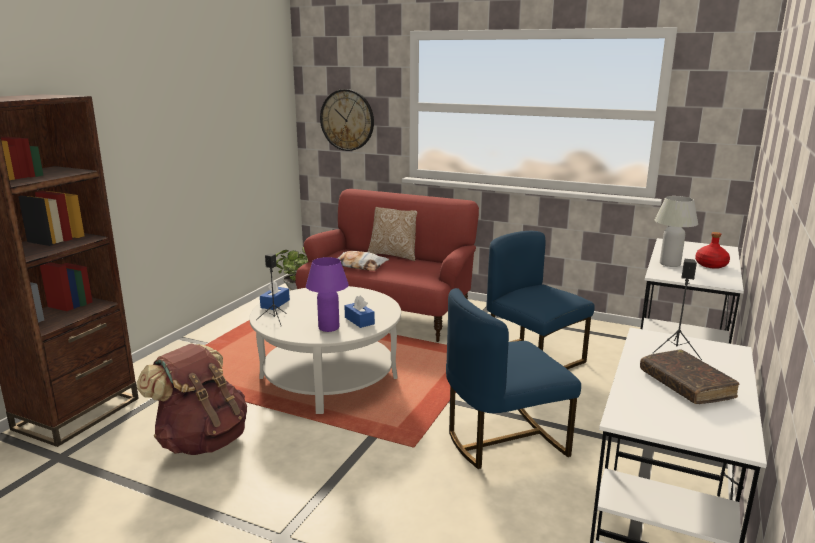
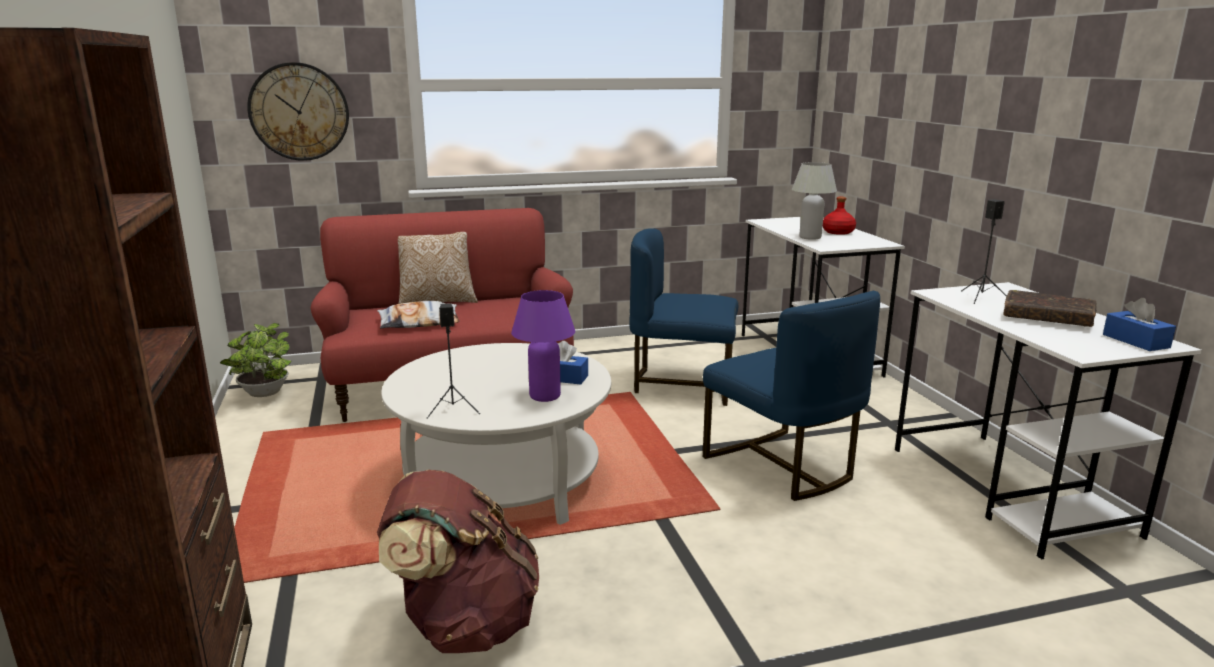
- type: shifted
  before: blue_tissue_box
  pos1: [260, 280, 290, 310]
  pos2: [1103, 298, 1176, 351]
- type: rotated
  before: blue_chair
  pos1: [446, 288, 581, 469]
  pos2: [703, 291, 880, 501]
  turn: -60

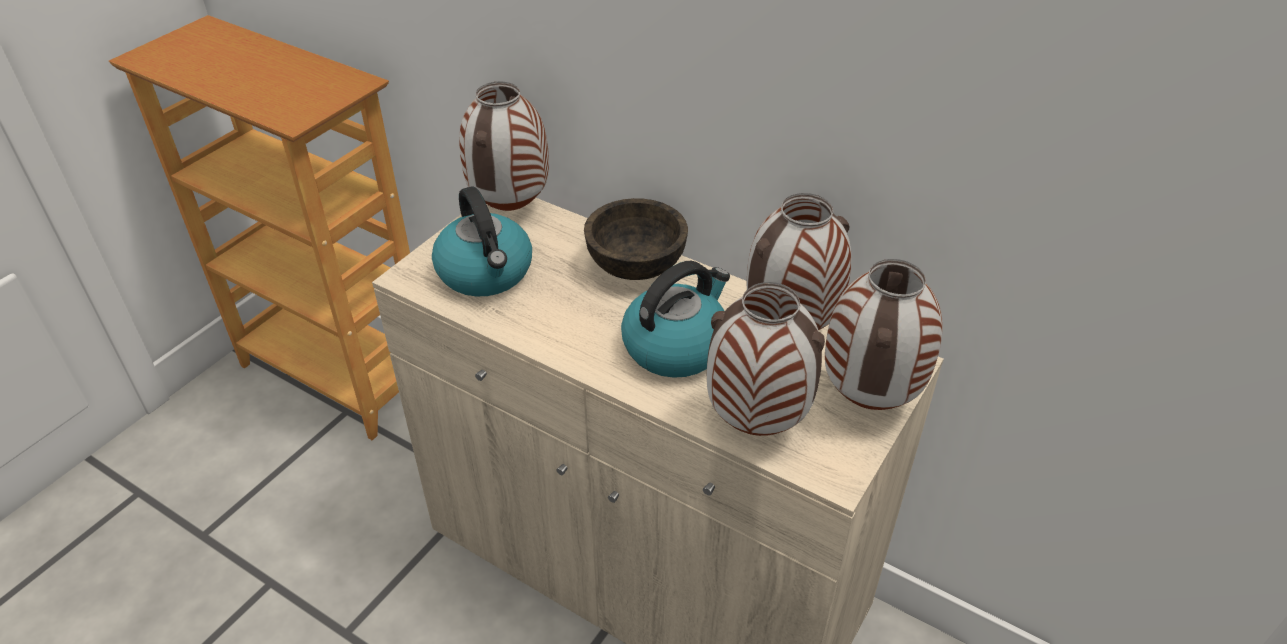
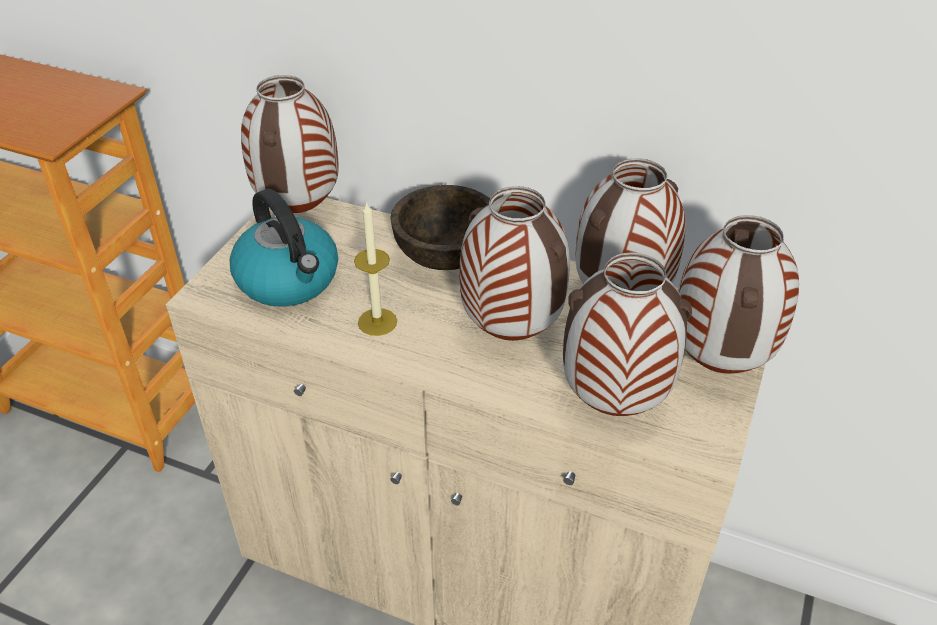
- type: swapped
  before: kettle
  after: vase
  pos1: [621, 261, 730, 378]
  pos2: [459, 186, 570, 341]
- type: new
  after: candle
  pos2: [354, 201, 397, 336]

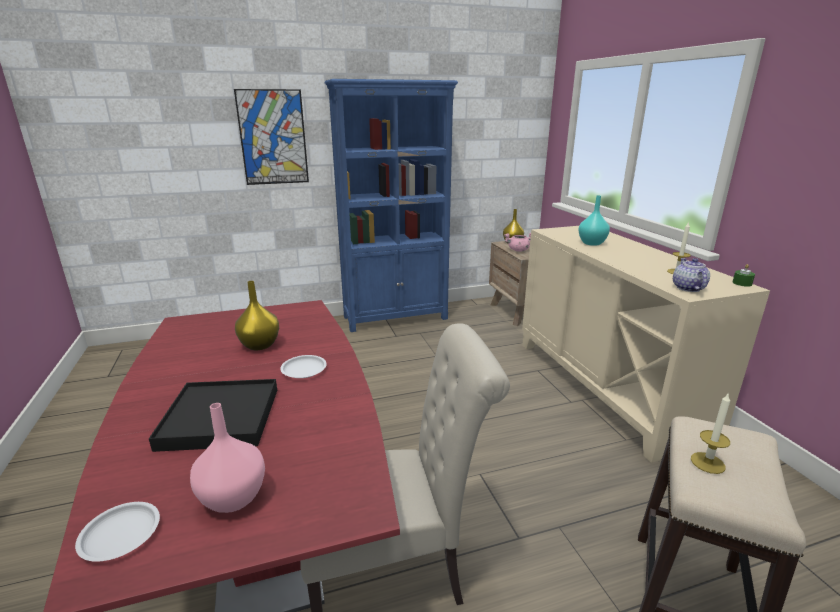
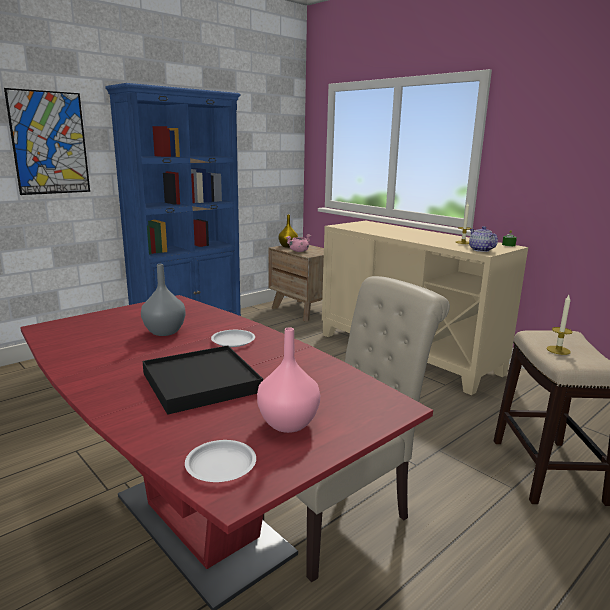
- type: repainted
  before: yellow_vase
  after: grey_vase
  pos1: [235, 281, 279, 350]
  pos2: [141, 264, 185, 336]
- type: gone
  before: turquoise_vase
  pos1: [578, 195, 610, 246]

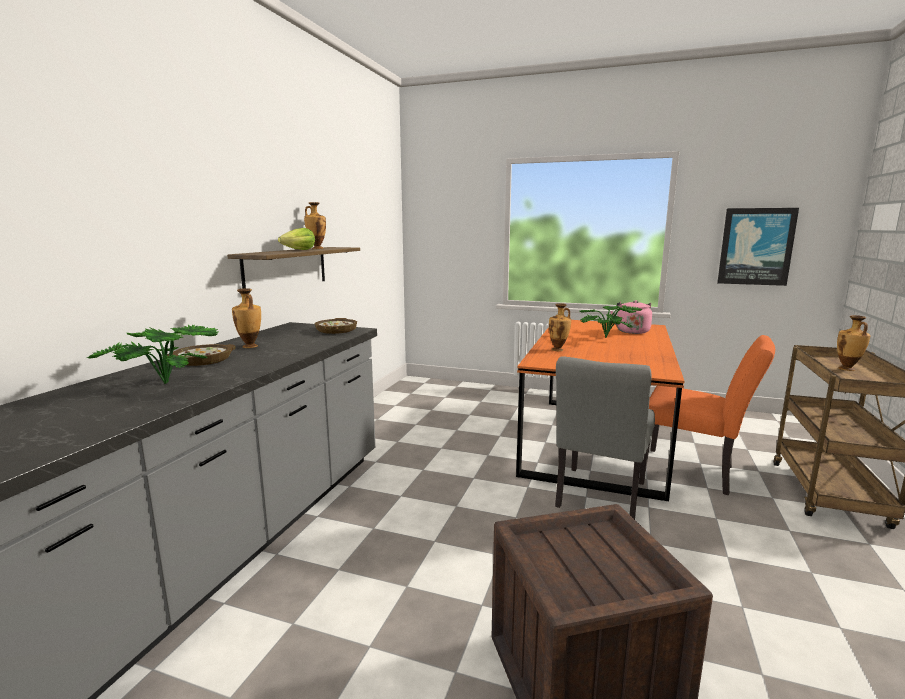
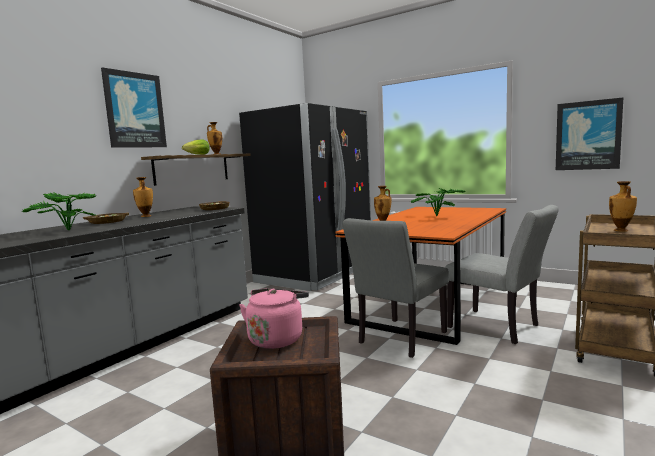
- type: shifted
  before: pink_kettle
  pos1: [610, 300, 652, 334]
  pos2: [239, 288, 309, 349]
- type: repainted
  before: orange_chair
  after: grey_chair
  pos1: [646, 335, 775, 495]
  pos2: [445, 205, 559, 344]
- type: new
  after: picture
  pos2: [101, 67, 167, 148]
- type: new
  after: black_fridge
  pos2: [239, 103, 371, 291]

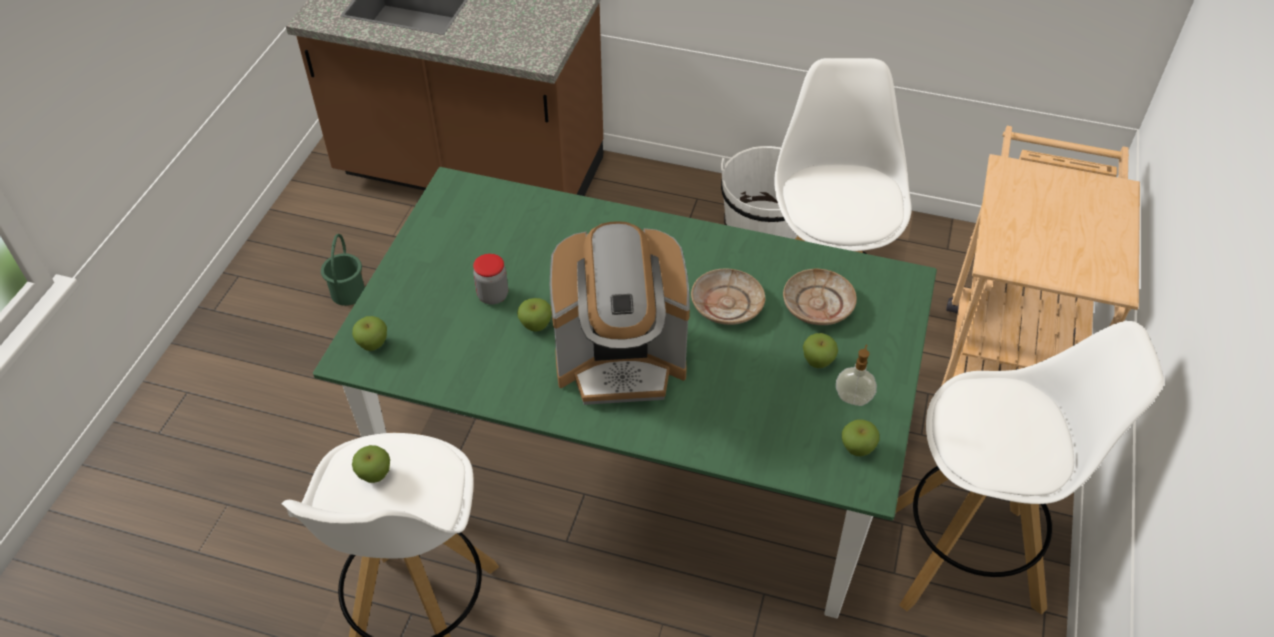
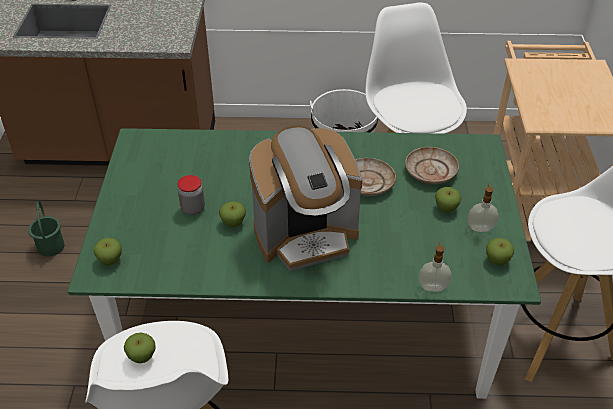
- type: new
  after: soap_dispenser
  pos2: [419, 242, 452, 292]

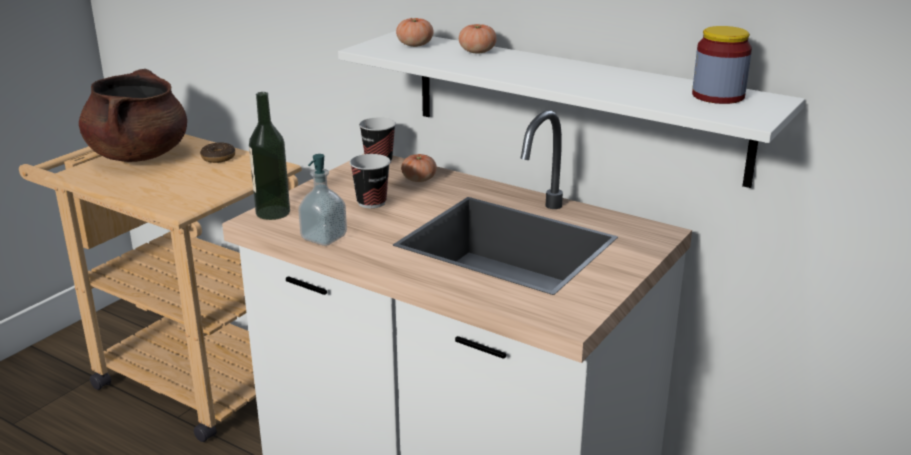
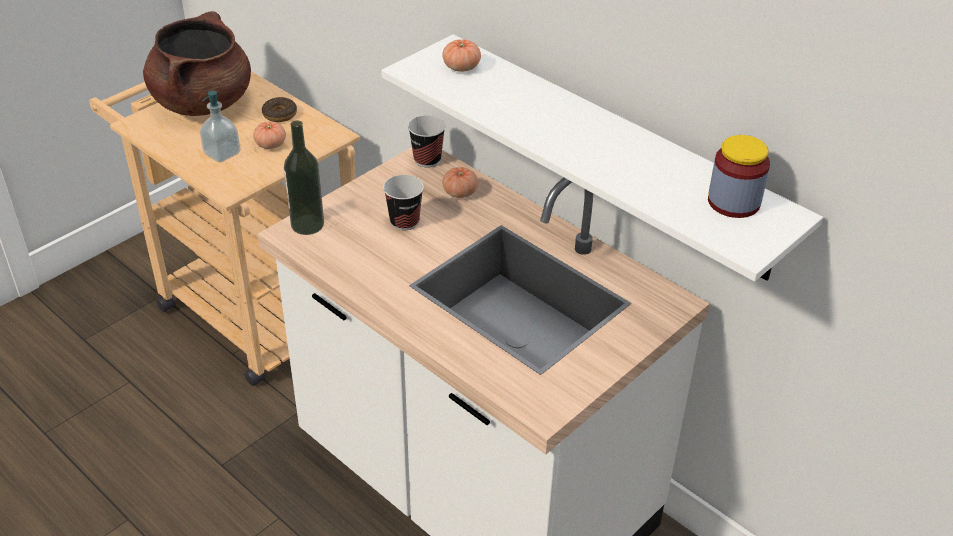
- type: shifted
  before: soap_dispenser
  pos1: [298, 154, 347, 246]
  pos2: [200, 90, 240, 162]
- type: shifted
  before: tomato
  pos1: [459, 24, 497, 53]
  pos2: [253, 121, 286, 149]

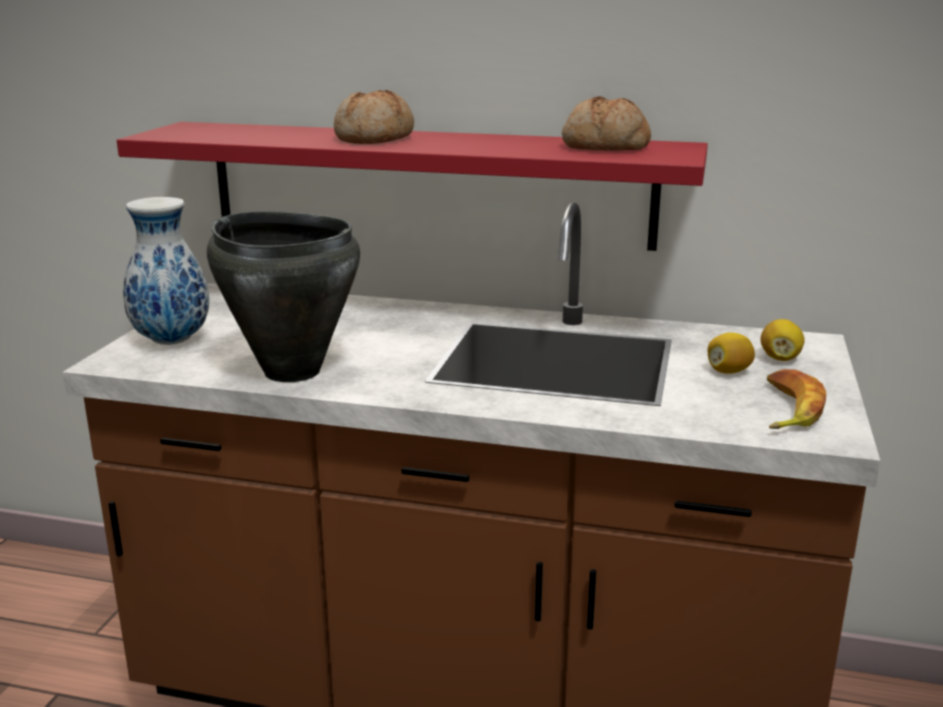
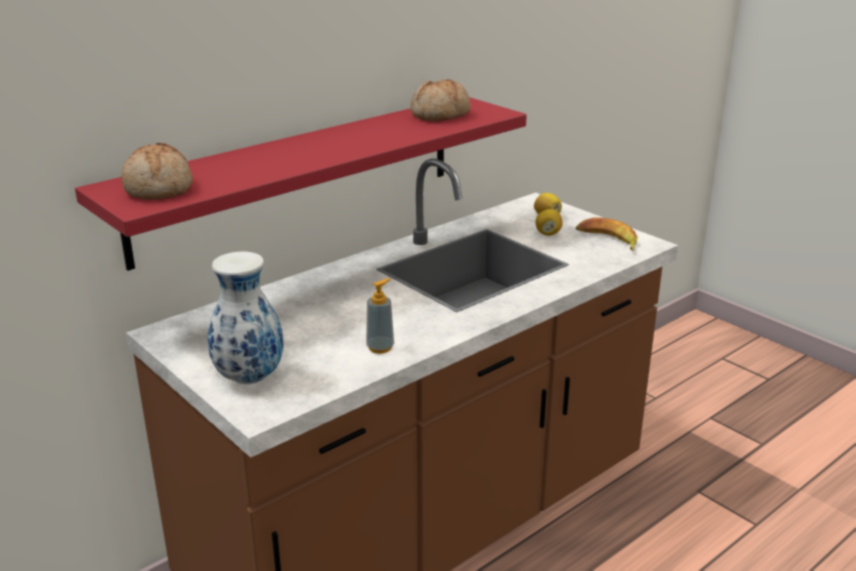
- type: swapped
  before: black_cooking_pot
  after: soap_dispenser
  pos1: [207, 212, 360, 382]
  pos2: [366, 278, 394, 354]
- type: shifted
  before: bread
  pos1: [334, 90, 414, 144]
  pos2: [121, 143, 193, 200]

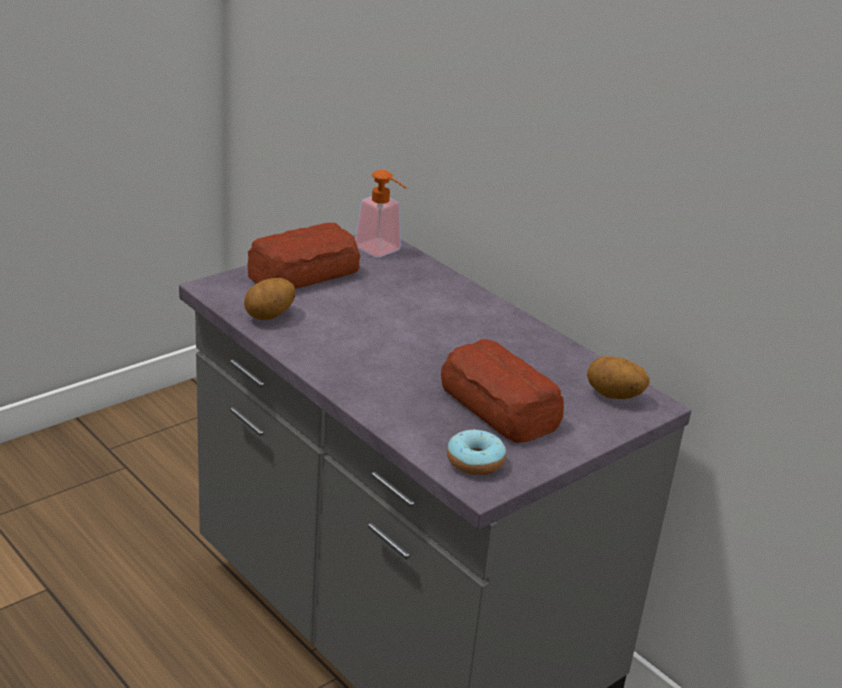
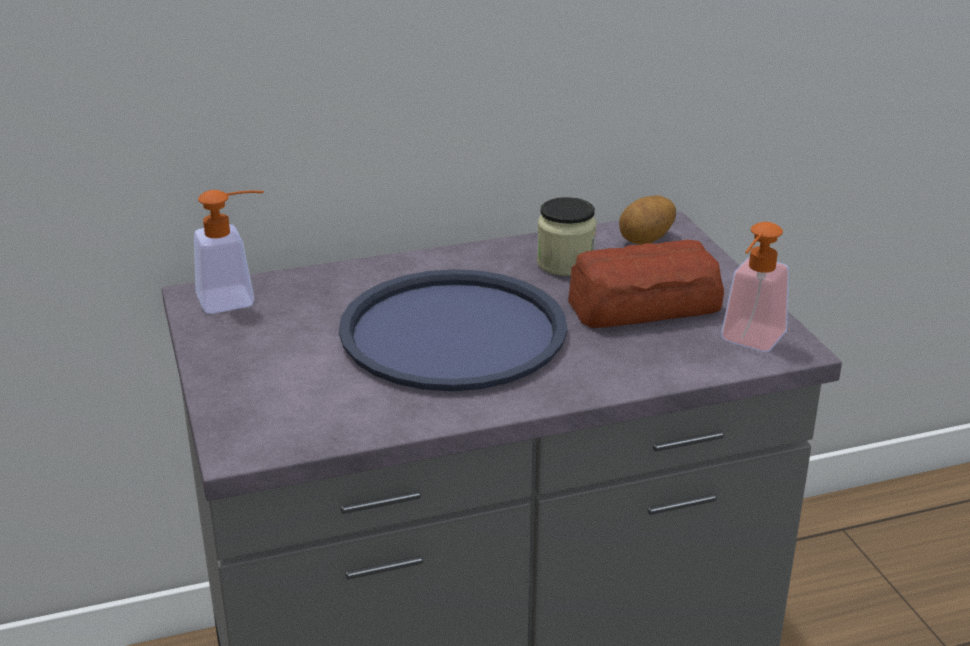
- type: gone
  before: potato
  pos1: [244, 278, 296, 320]
- type: gone
  before: bread
  pos1: [248, 223, 360, 289]
- type: swapped
  before: donut
  after: soap_dispenser
  pos1: [447, 429, 506, 475]
  pos2: [721, 222, 789, 352]
- type: new
  after: blue_tray
  pos2: [339, 269, 567, 391]
- type: new
  after: jar
  pos2: [537, 197, 597, 276]

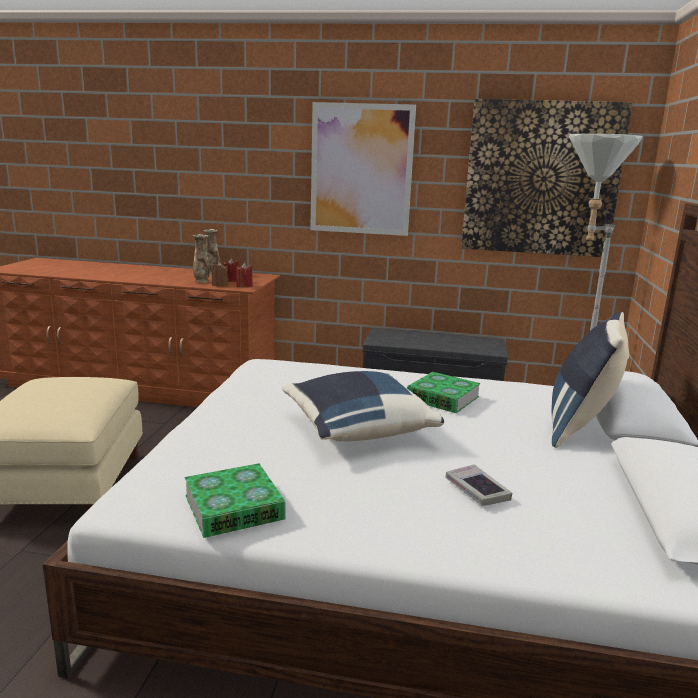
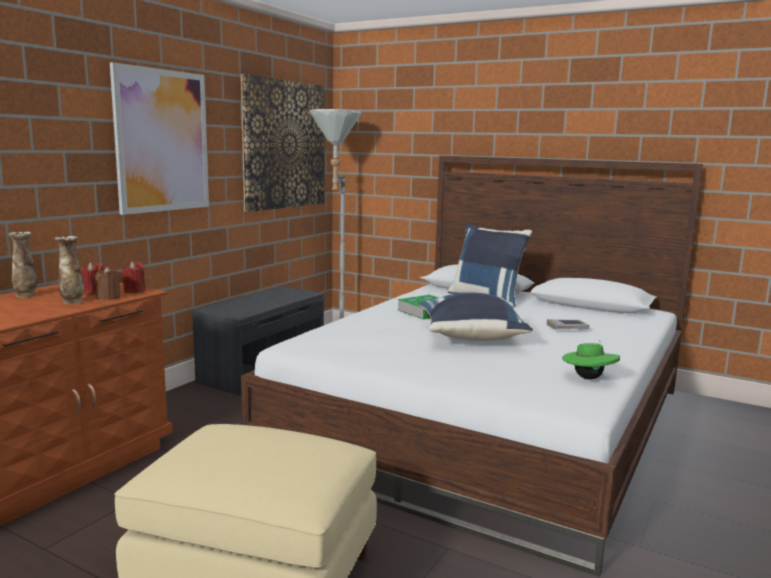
- type: swapped
  before: book
  after: green_hat
  pos1: [185, 463, 285, 538]
  pos2: [562, 340, 620, 380]

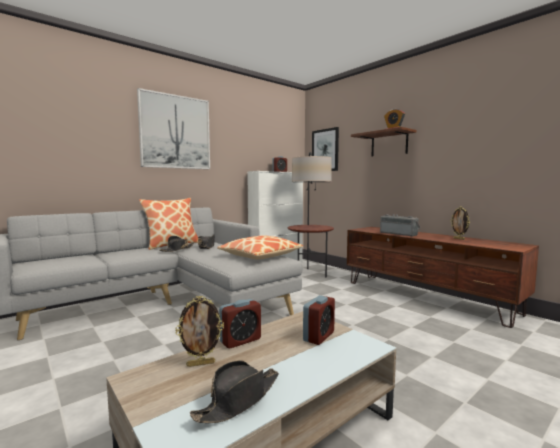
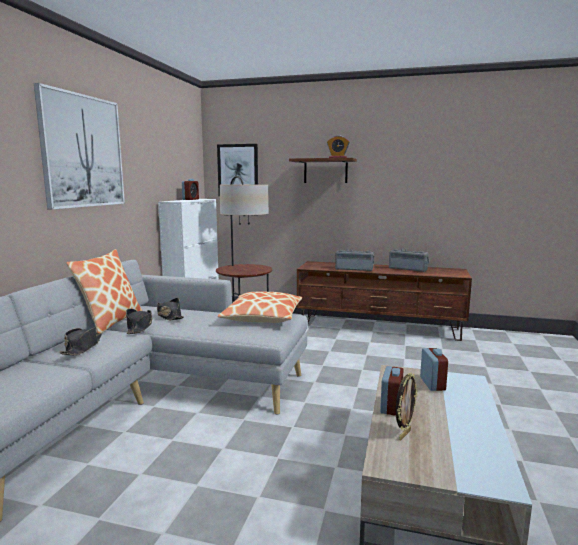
- type: shifted
  before: black_hat
  pos1: [190, 360, 279, 423]
  pos2: [59, 327, 102, 355]
- type: swapped
  before: picture_frame
  after: radio
  pos1: [450, 207, 470, 240]
  pos2: [389, 249, 430, 272]

